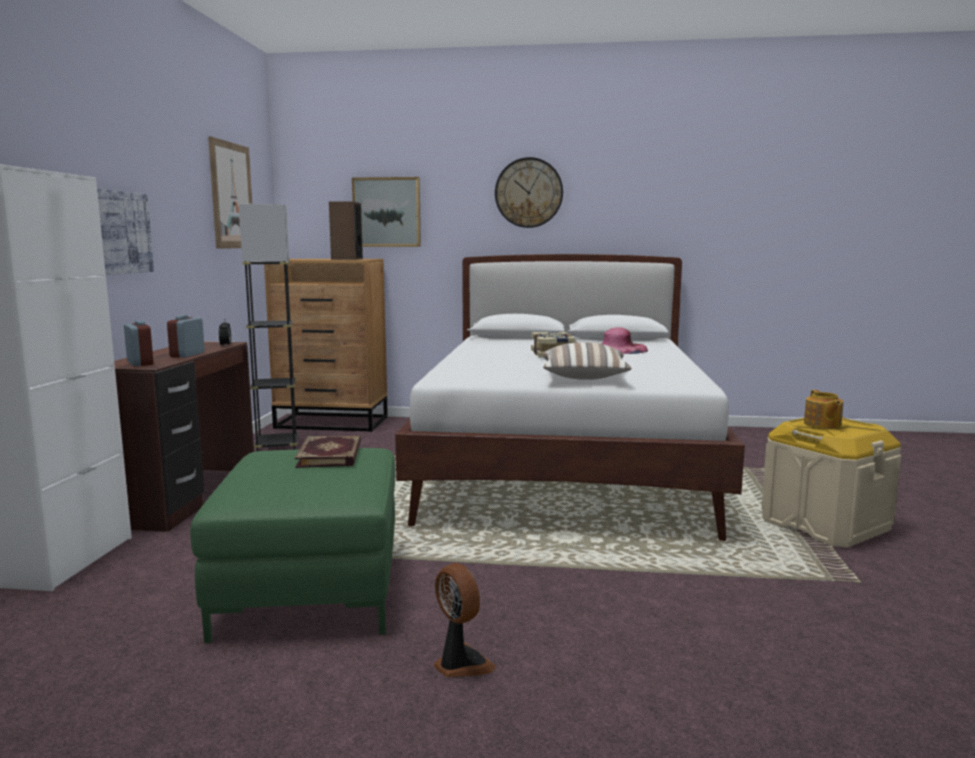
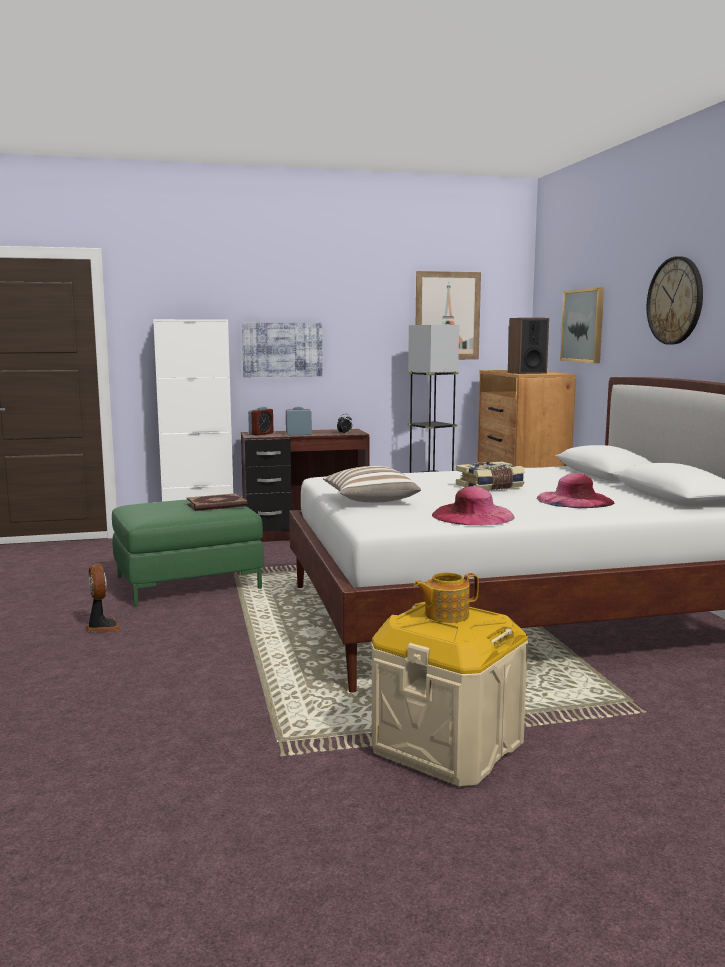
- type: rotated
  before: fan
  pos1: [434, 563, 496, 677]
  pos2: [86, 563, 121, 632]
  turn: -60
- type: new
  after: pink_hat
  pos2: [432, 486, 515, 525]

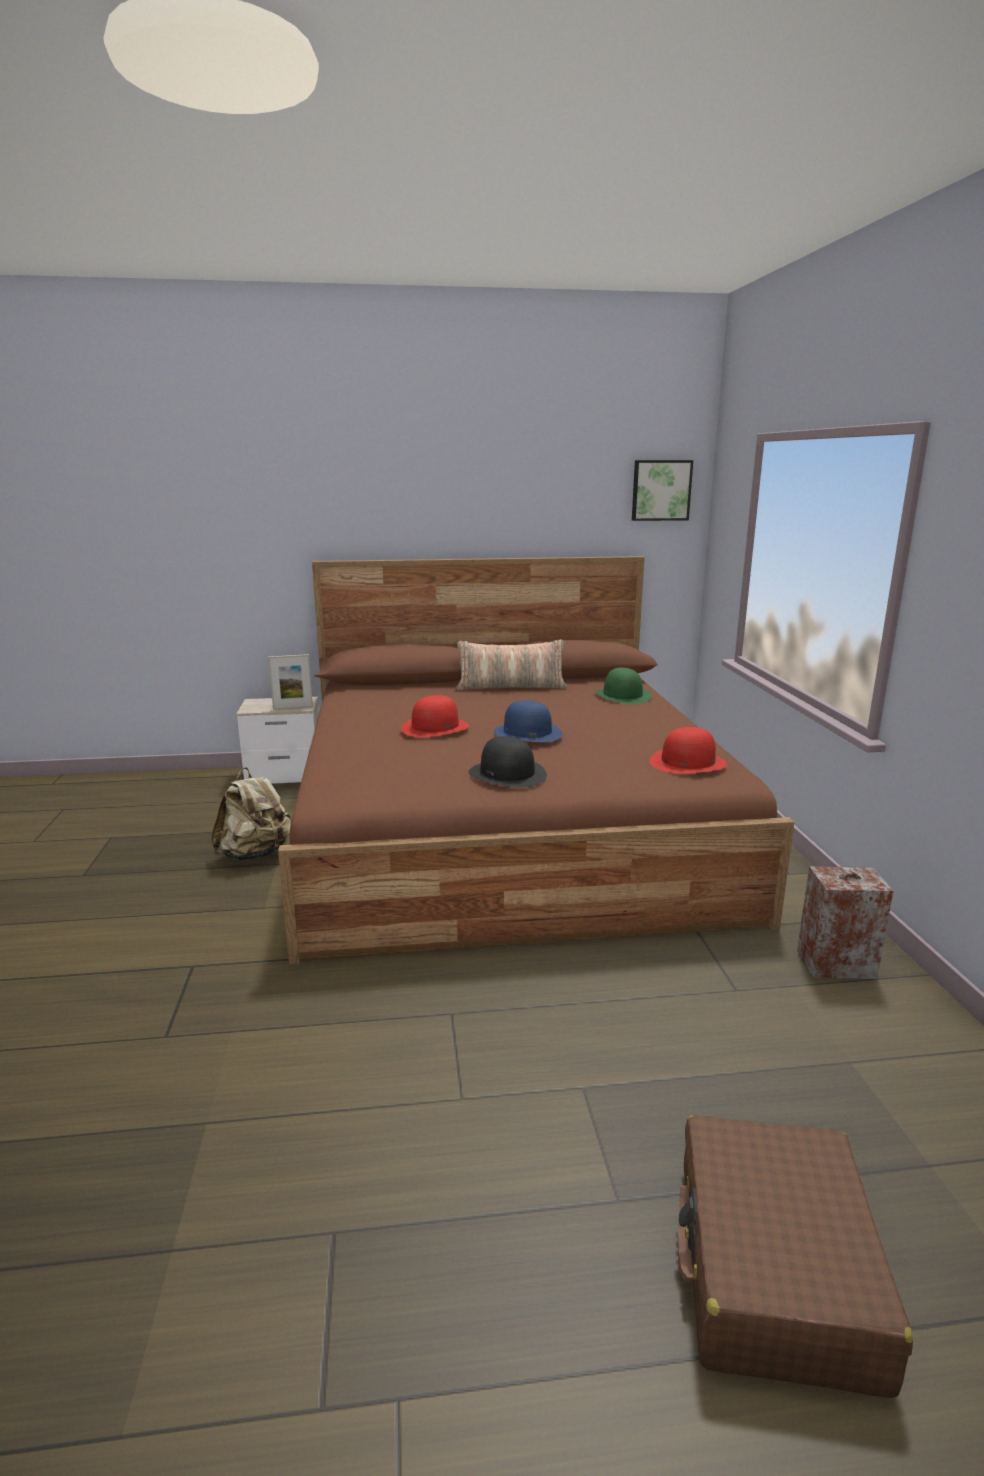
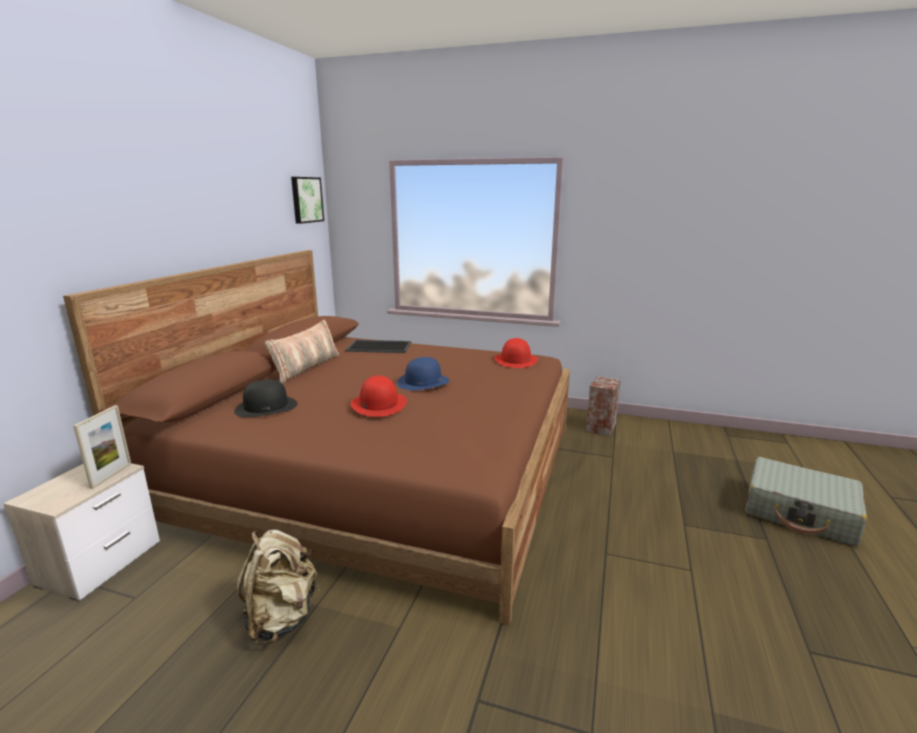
- type: shifted
  before: black_hat
  pos1: [469, 736, 547, 788]
  pos2: [234, 379, 298, 417]
- type: swapped
  before: green_hat
  after: tray
  pos1: [595, 667, 652, 704]
  pos2: [346, 340, 411, 353]
- type: repainted
  before: brown_suitcase
  after: grey_suitcase
  pos1: [678, 1115, 913, 1398]
  pos2: [745, 457, 867, 547]

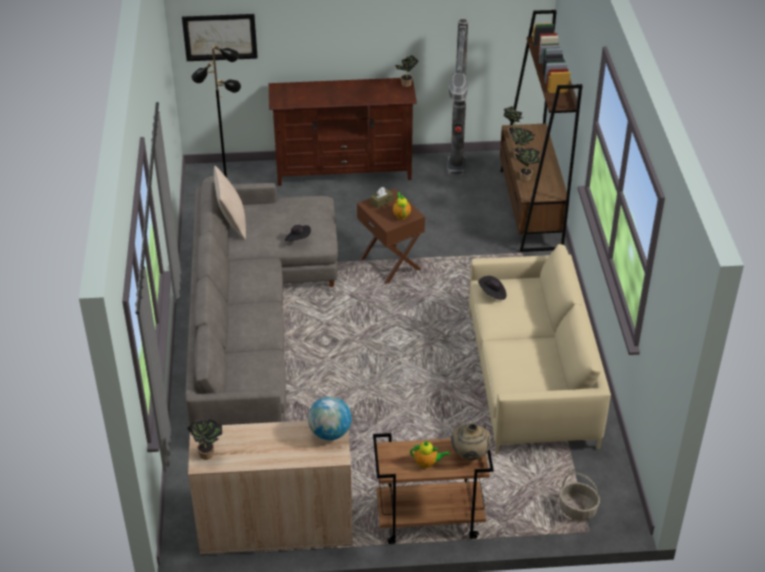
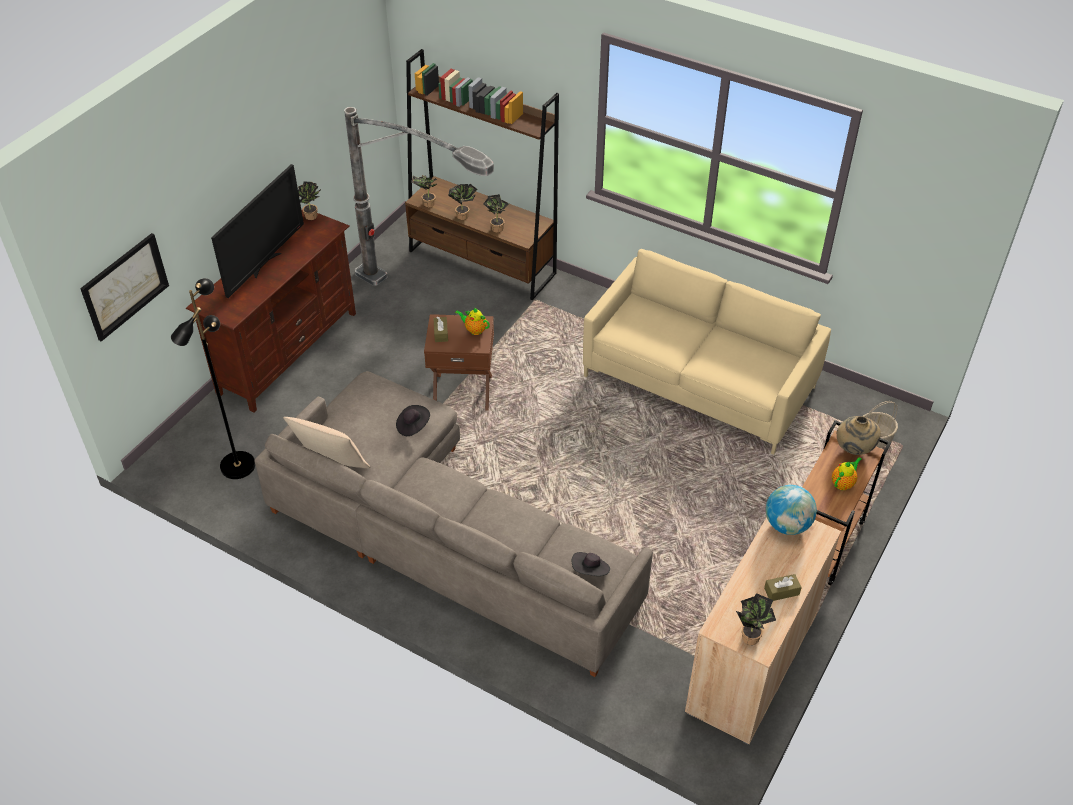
- type: shifted
  before: black_hat
  pos1: [478, 276, 506, 300]
  pos2: [572, 552, 610, 576]
- type: new
  after: television
  pos2: [211, 164, 304, 298]
- type: new
  after: brown_tissue_box
  pos2: [764, 574, 802, 601]

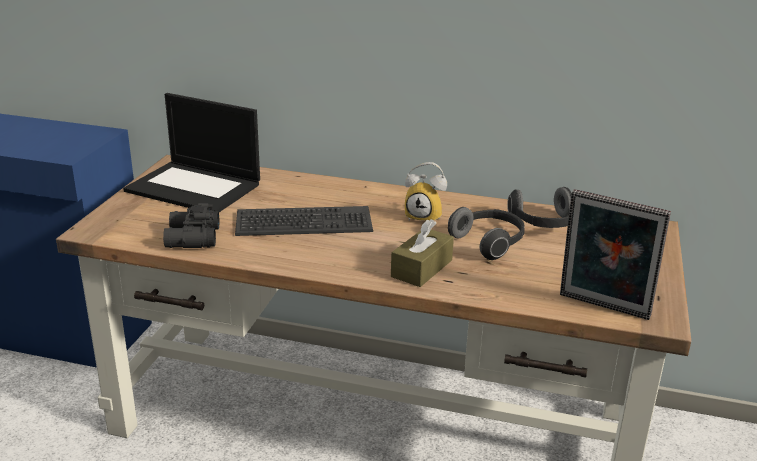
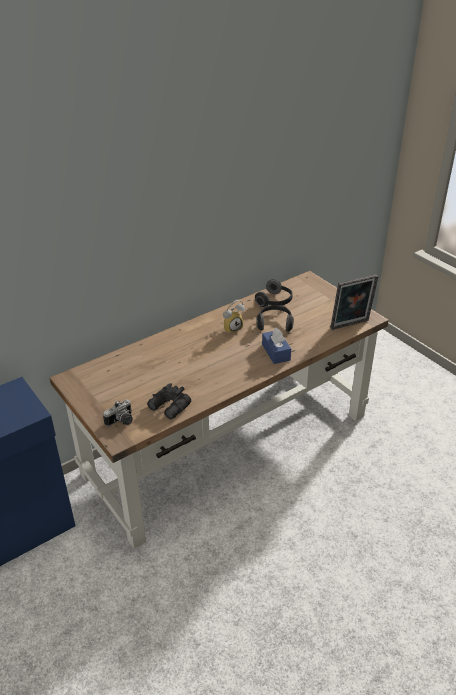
- type: gone
  before: laptop
  pos1: [123, 93, 260, 212]
- type: gone
  before: keyboard
  pos1: [235, 206, 373, 236]
- type: repainted
  before: brown_tissue_box
  after: blue_tissue_box
  pos1: [391, 219, 454, 287]
  pos2: [262, 328, 291, 364]
- type: new
  after: photo_camera
  pos2: [103, 399, 133, 426]

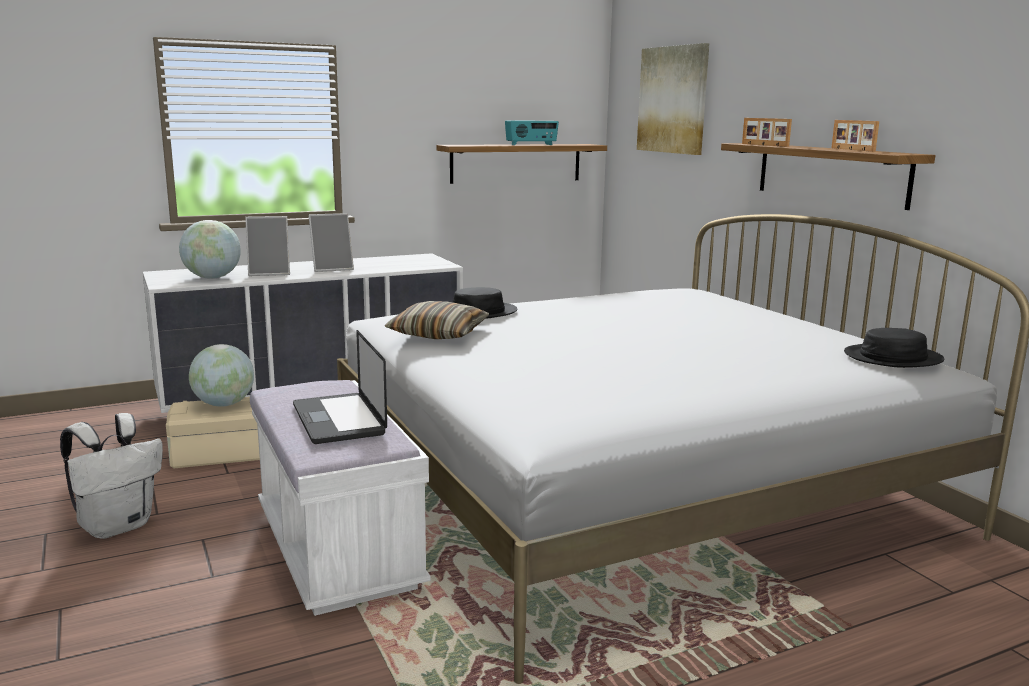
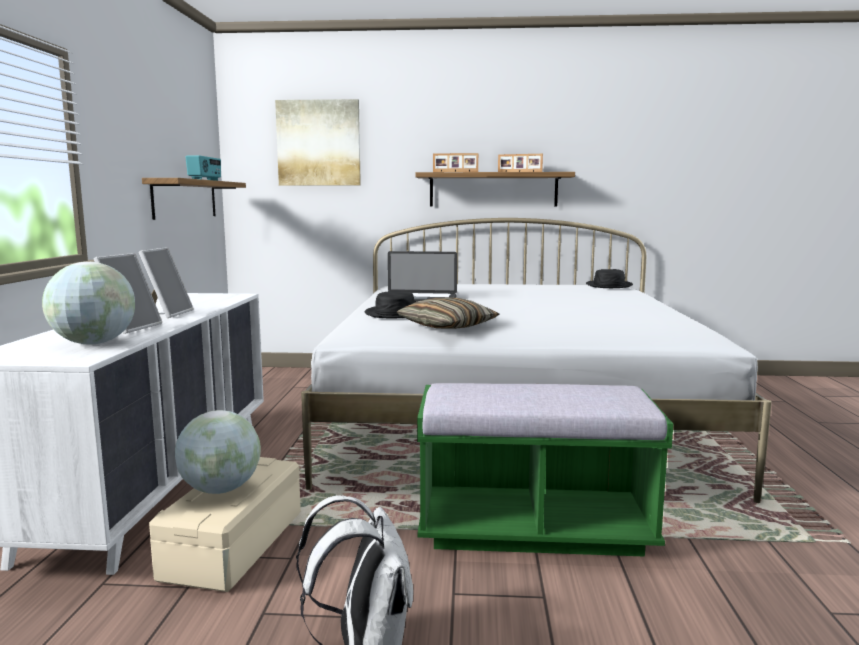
- type: repainted
  before: white_bench
  after: green_bench
  pos1: [250, 380, 430, 616]
  pos2: [417, 383, 673, 557]
- type: shifted
  before: laptop
  pos1: [293, 330, 387, 444]
  pos2: [388, 251, 457, 302]

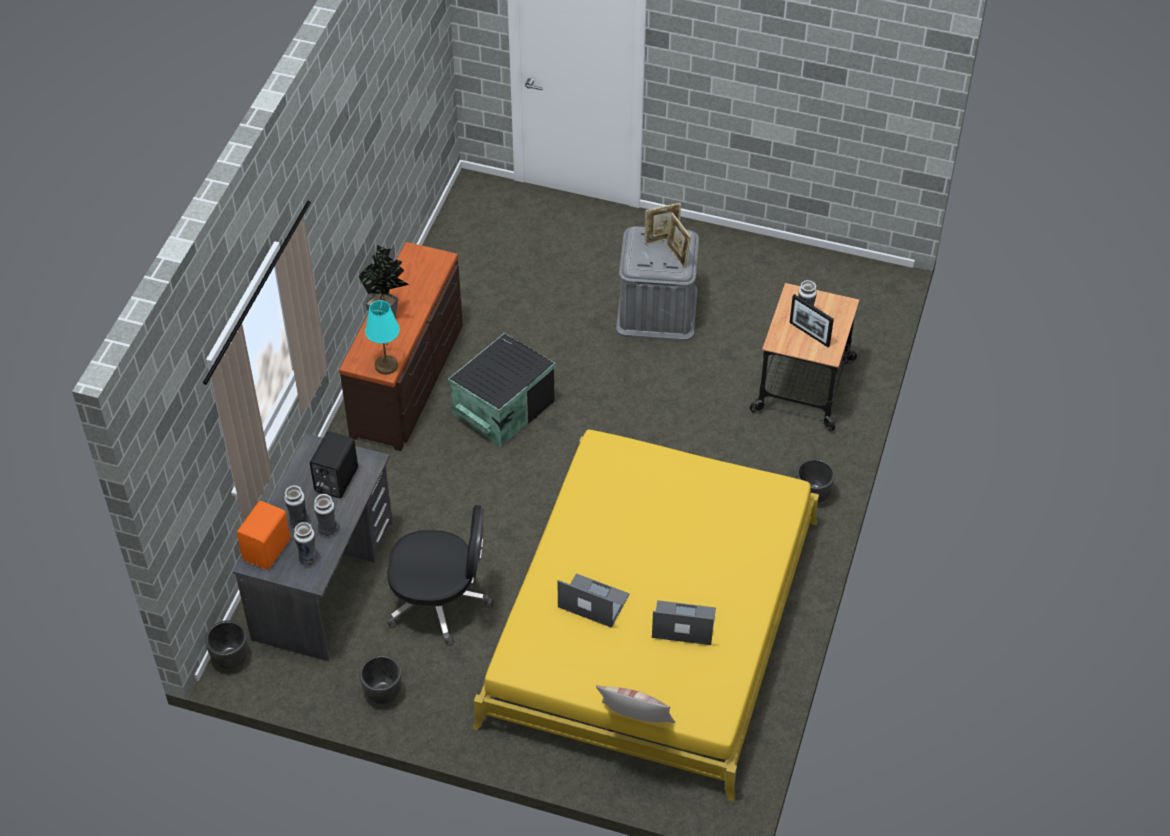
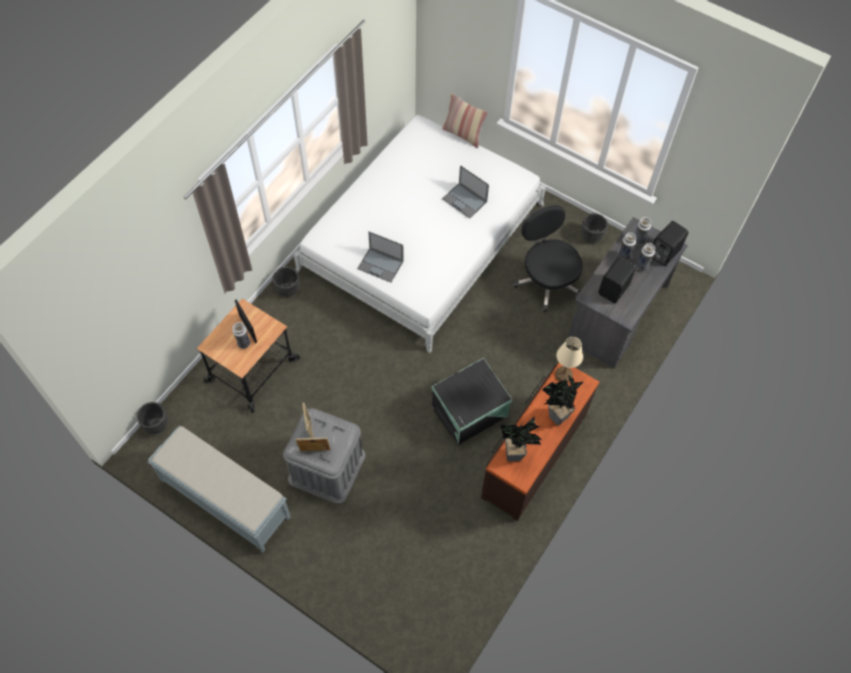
- type: shifted
  before: black_planter
  pos1: [205, 620, 248, 669]
  pos2: [137, 402, 168, 434]
- type: repainted
  before: orange_speaker
  after: black_speaker
  pos1: [237, 501, 291, 570]
  pos2: [653, 221, 689, 266]
- type: repainted
  before: turquoise_table_lamp
  after: beige_table_lamp
  pos1: [365, 300, 399, 375]
  pos2: [555, 337, 583, 382]
- type: rotated
  before: black_office_chair
  pos1: [387, 505, 494, 646]
  pos2: [513, 205, 583, 312]
  turn: 45
- type: repainted
  before: yellow_bed
  after: white_bed
  pos1: [473, 430, 819, 802]
  pos2: [293, 115, 546, 353]
- type: shifted
  before: laptop
  pos1: [652, 600, 716, 645]
  pos2: [357, 231, 404, 283]
- type: new
  after: grey_bench
  pos2: [148, 426, 291, 553]
- type: new
  after: potted_plant
  pos2: [500, 416, 542, 461]

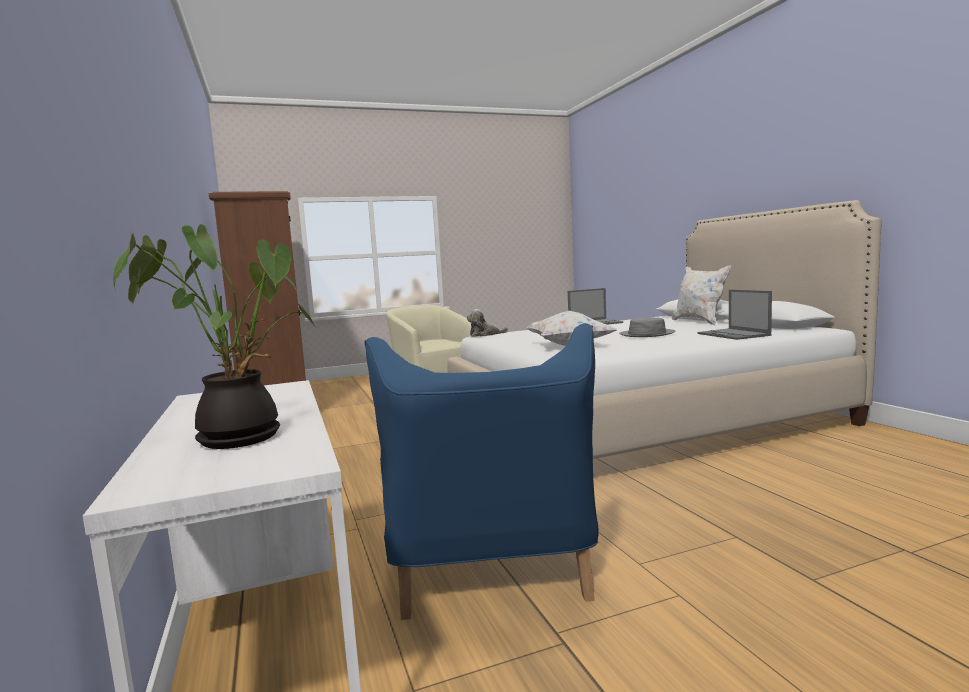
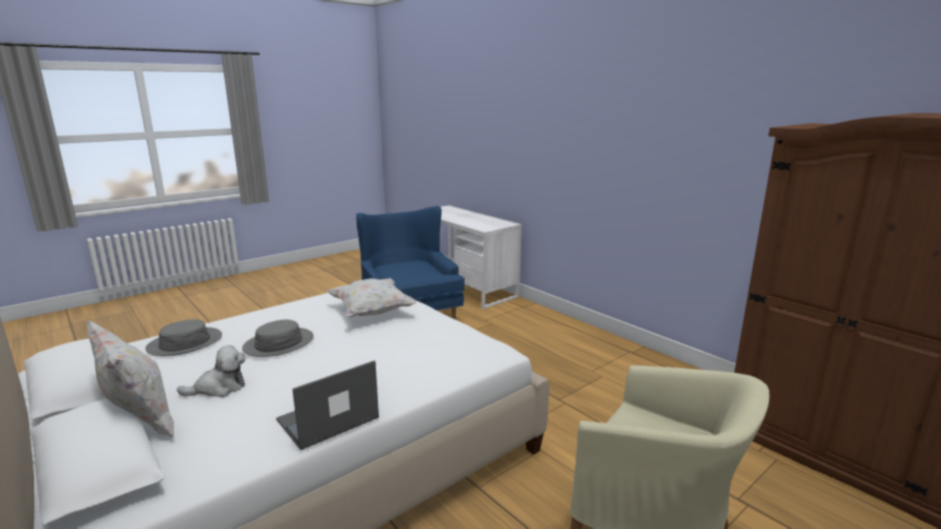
- type: gone
  before: potted_plant
  pos1: [113, 224, 315, 449]
- type: shifted
  before: plush_toy
  pos1: [467, 309, 508, 337]
  pos2: [177, 345, 246, 398]
- type: swapped
  before: laptop
  after: grey_hat
  pos1: [697, 290, 772, 340]
  pos2: [145, 319, 222, 356]

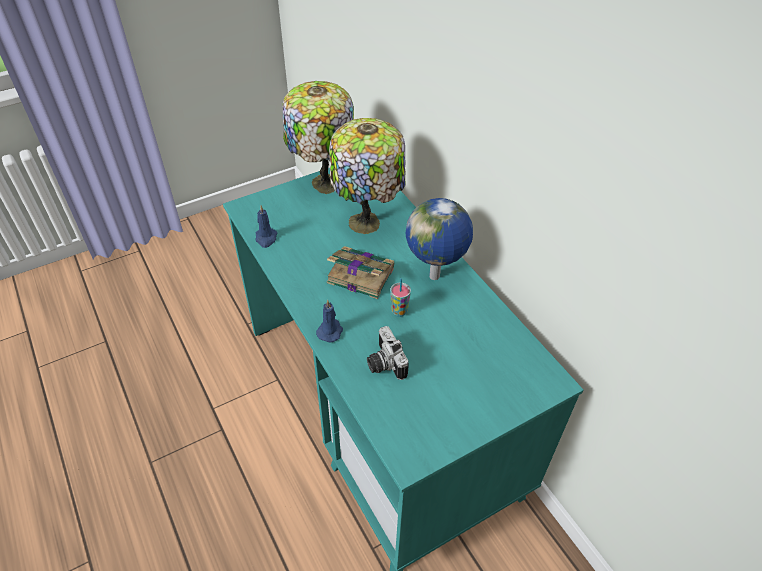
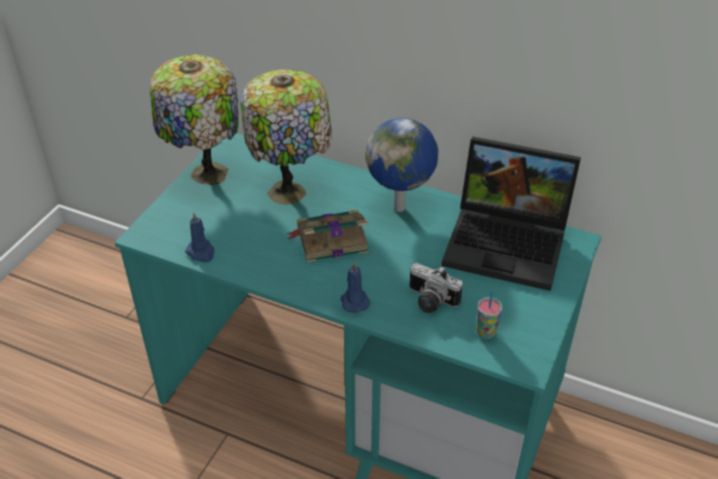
- type: shifted
  before: cup
  pos1: [390, 278, 411, 317]
  pos2: [476, 292, 502, 339]
- type: new
  after: laptop
  pos2: [442, 136, 581, 291]

